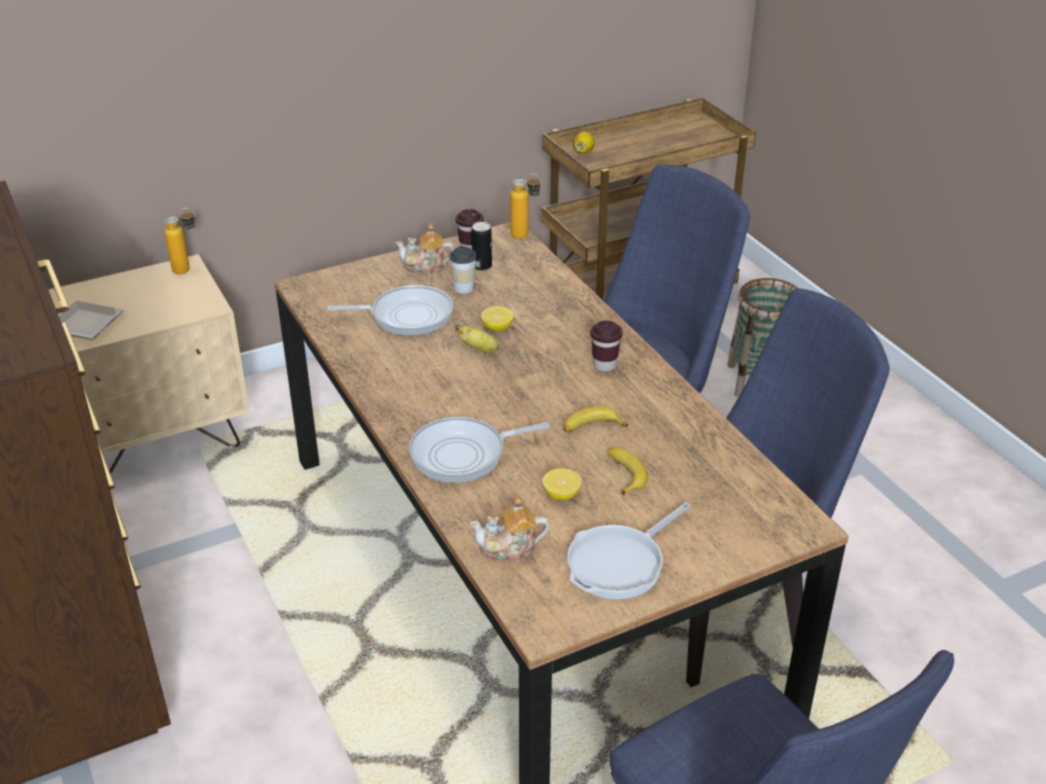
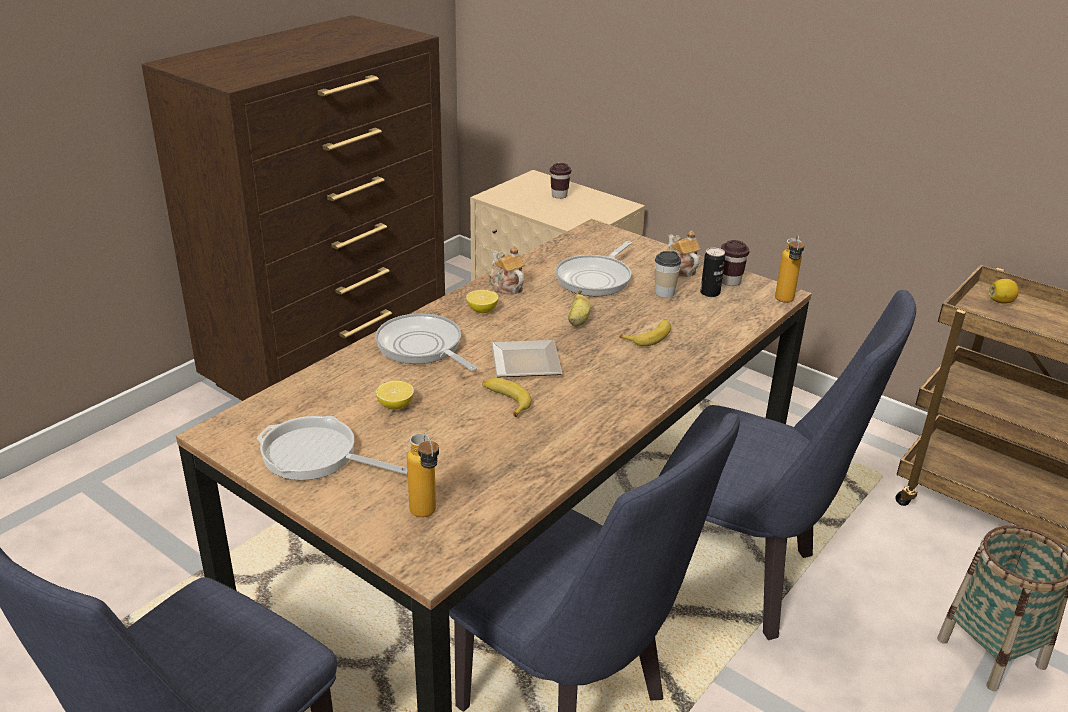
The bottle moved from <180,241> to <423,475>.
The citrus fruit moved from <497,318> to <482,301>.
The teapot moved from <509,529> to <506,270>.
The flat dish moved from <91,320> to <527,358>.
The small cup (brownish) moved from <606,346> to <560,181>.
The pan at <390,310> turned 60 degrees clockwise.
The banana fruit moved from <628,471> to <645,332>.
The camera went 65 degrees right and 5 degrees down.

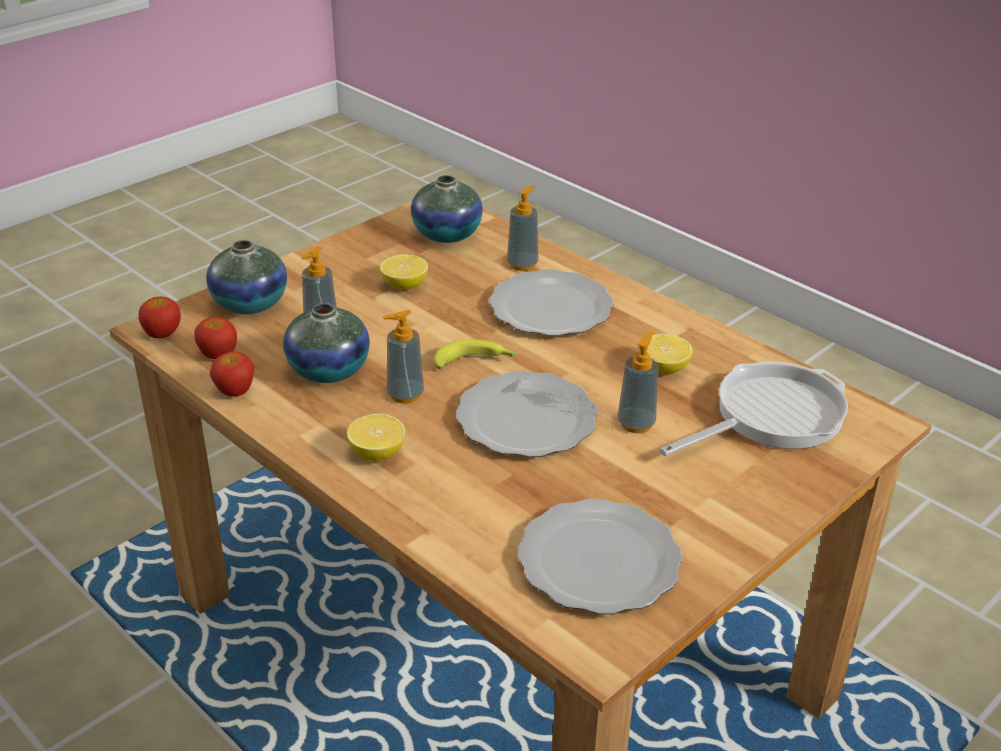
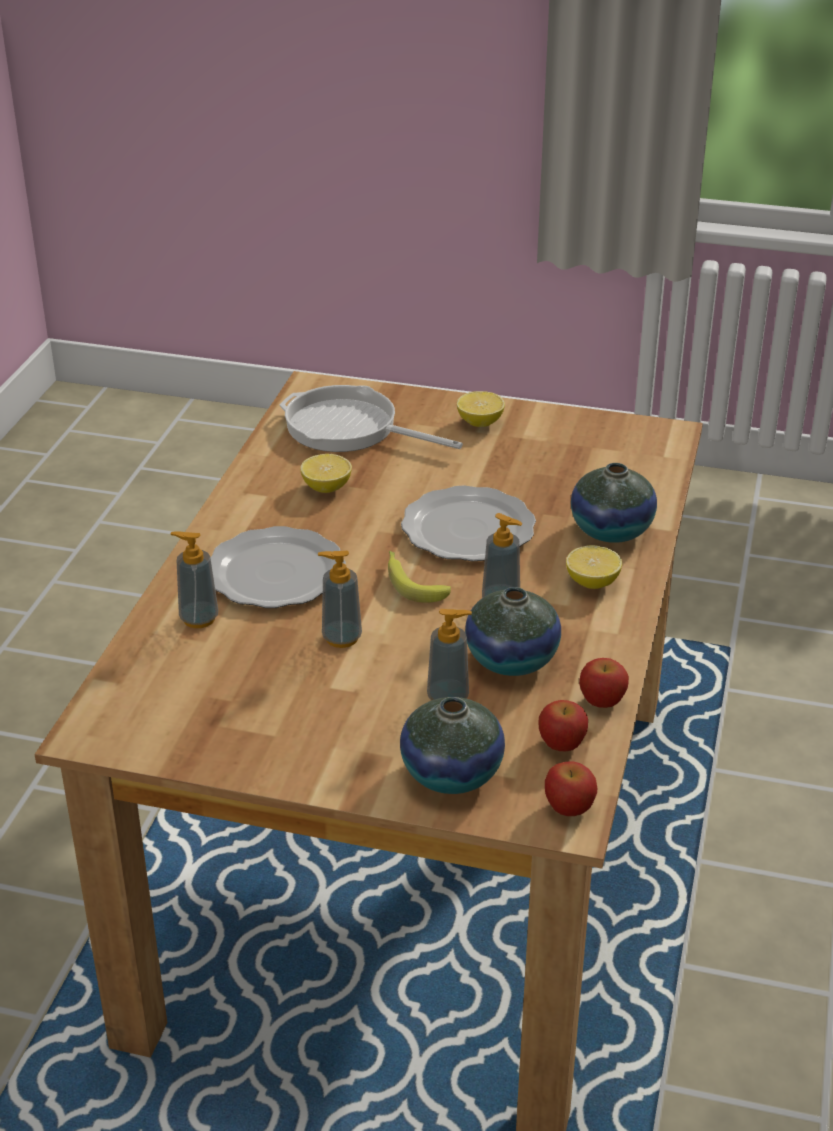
The soap bottle moved from <638,382> to <340,599>.
The citrus fruit moved from <404,272> to <481,409>.
The vase moved from <447,209> to <614,503>.
The flat dish at <600,556> disappeared.
The camera went 120 degrees left and 0 degrees up.

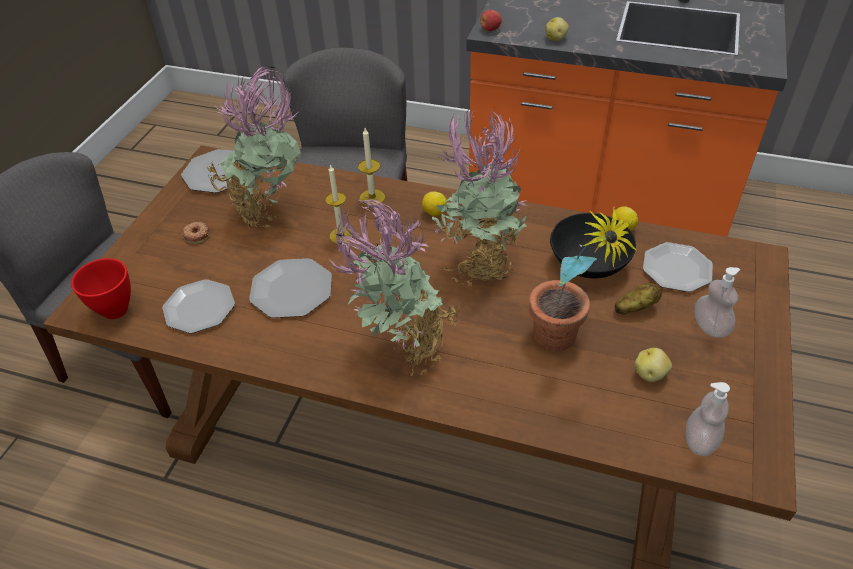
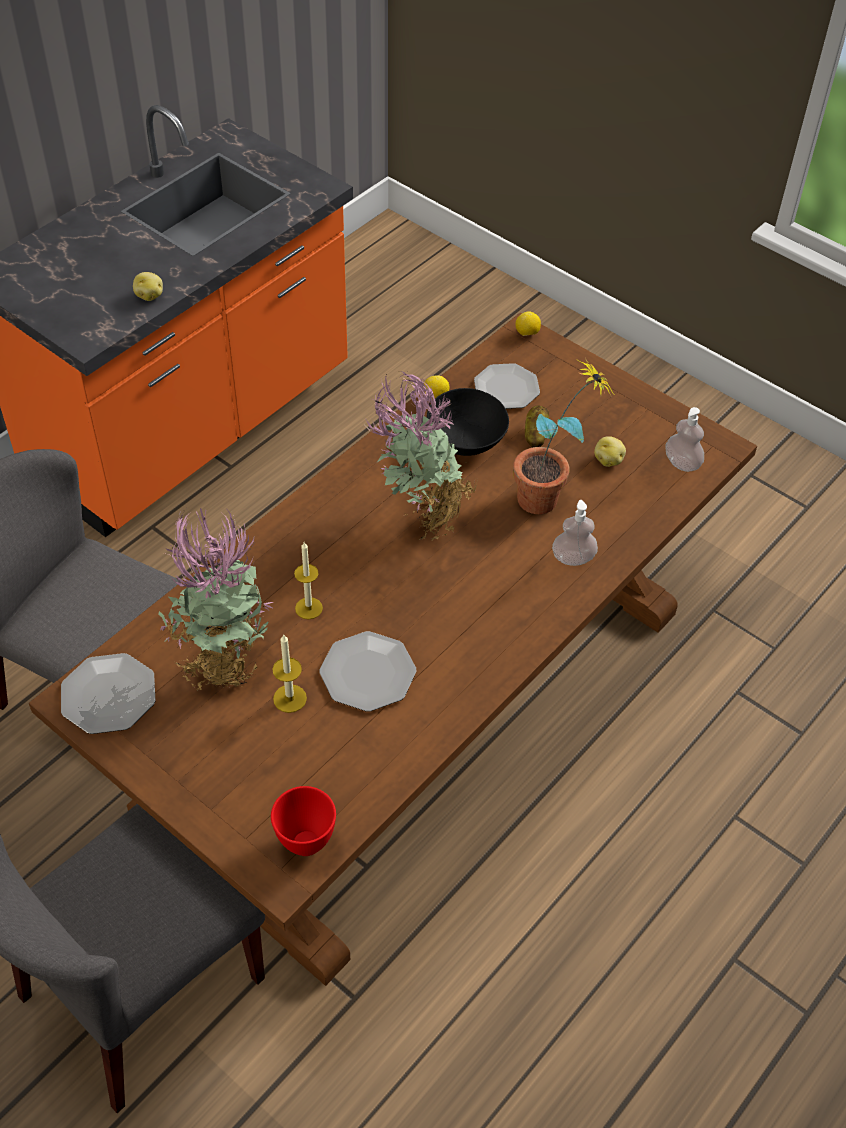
The wax light moved from <371,167> to <289,674>.
The citrus fruit moved from <434,204> to <528,323>.
The soap bottle moved from <717,302> to <575,533>.
The flat dish at <198,306> disappeared.
The donut at <196,233> disappeared.
The plant in a pot at <394,287> disappeared.
The apple fruit at <491,20> disappeared.
The camera went 70 degrees left and 5 degrees up.

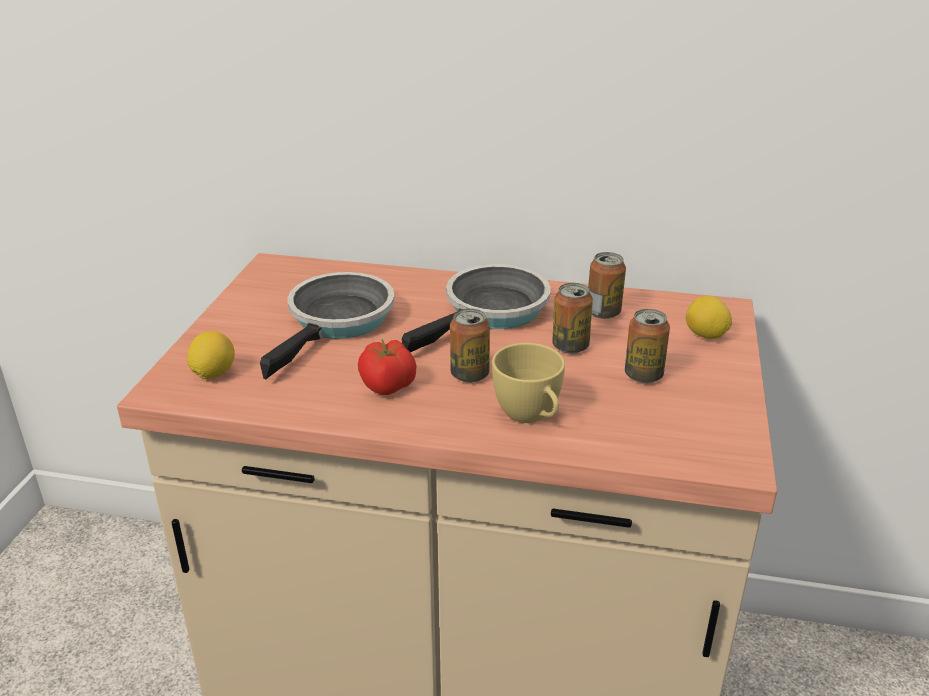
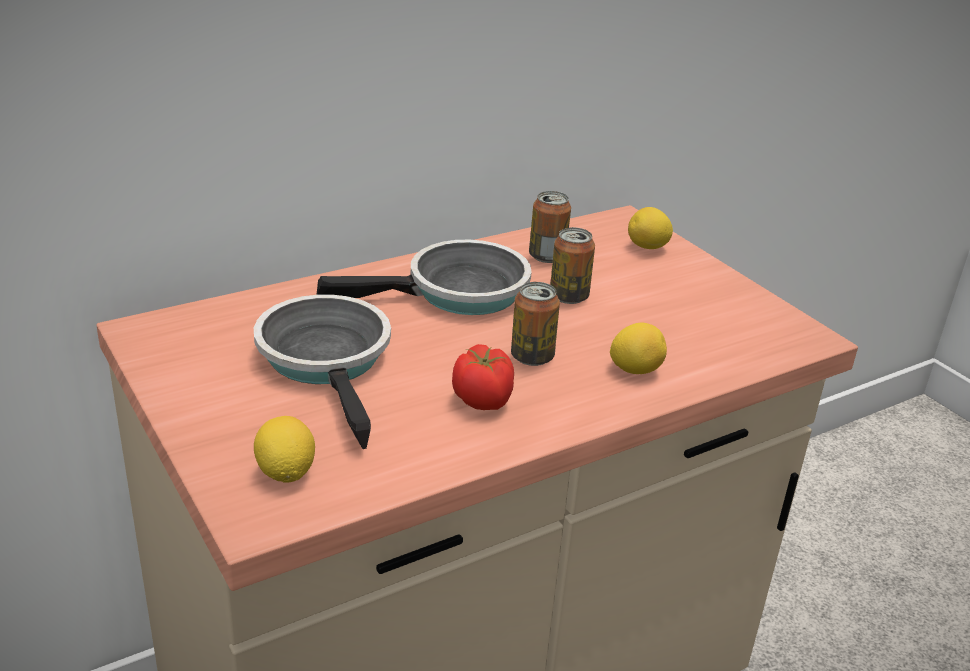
The pan at <476,308> turned 75 degrees clockwise.
The small cup (yellow) at <528,383> was replaced by the citrus fruit at <638,348>.
The sealed can at <647,346> disappeared.
The camera went 45 degrees left and 0 degrees up.

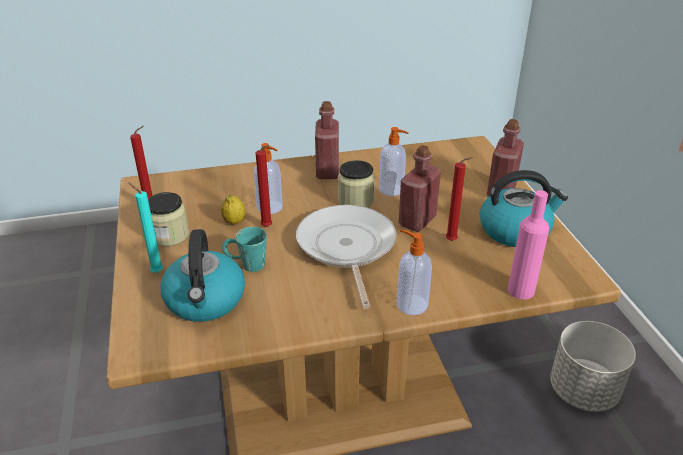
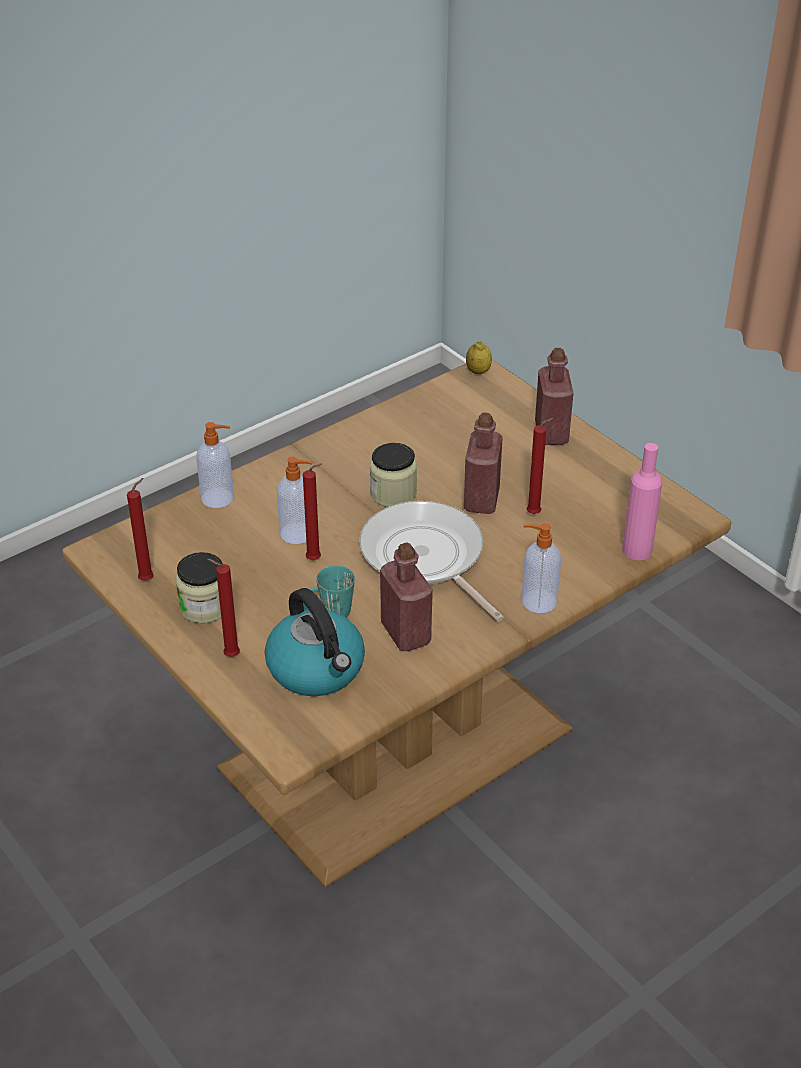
The soap bottle moved from <394,161> to <215,465>.
The wax light (turquoise-coloured) at <145,227> became the wax light (reddish) at <223,608>.
The bottle (reddish) moved from <327,140> to <406,596>.
The citrus fruit moved from <233,209> to <479,357>.
The tea kettle at <524,208> disappeared.
The planter (greyish) at <593,366> disappeared.
The camera went 25 degrees left and 5 degrees up.

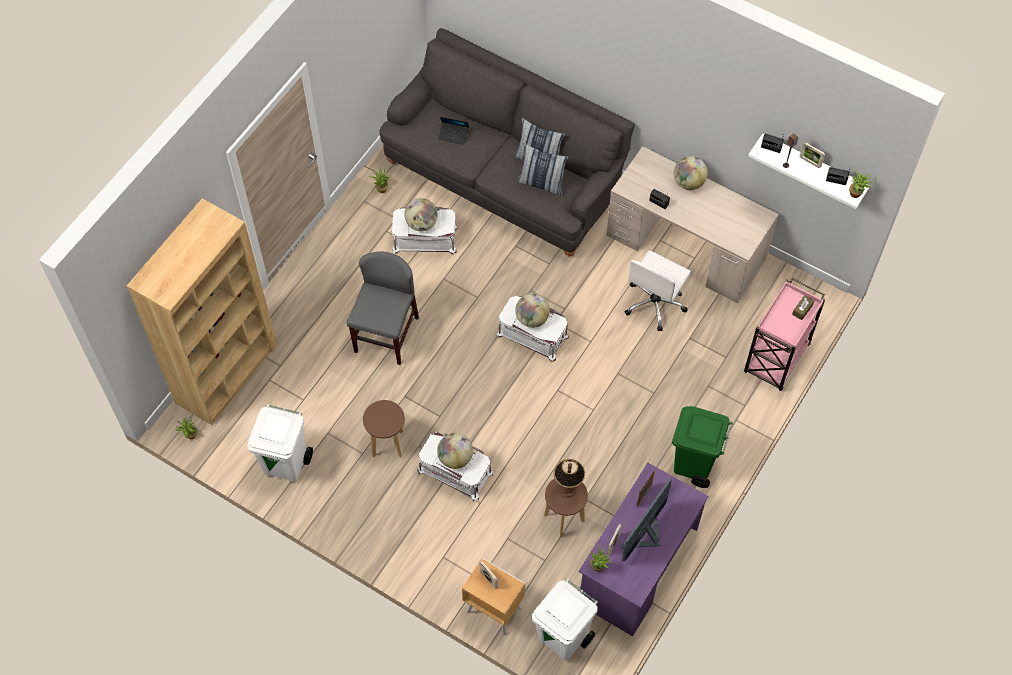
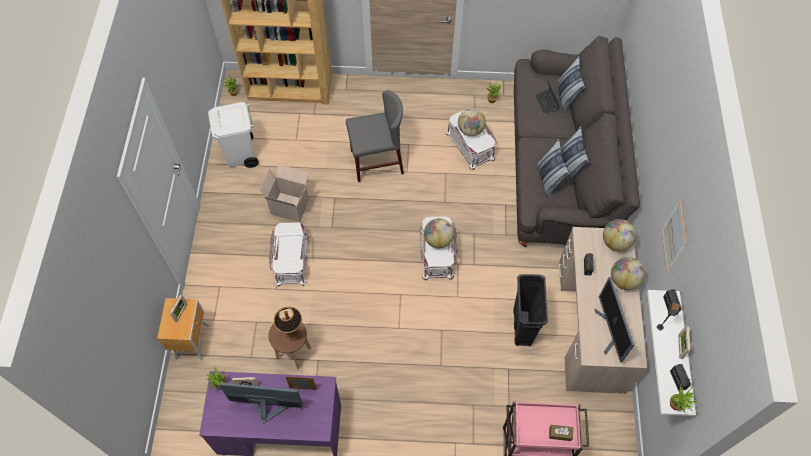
The stool (brownish) at <384,428> was replaced by the cardboard box at <284,193>.
The office chair (whitish) at <658,290> was replaced by the trash can (black-coloured) at <530,310>.
The cushion at <571,84> appeared.
The computer display at <614,319> appeared.
The world globe moved from <455,451> to <619,235>.
The wall art at <674,236> appeared.
The trash can (whitish) at <565,620> disappeared.
The trash can (green) at <702,447> disappeared.
The camera went 60 degrees right and 0 degrees up.

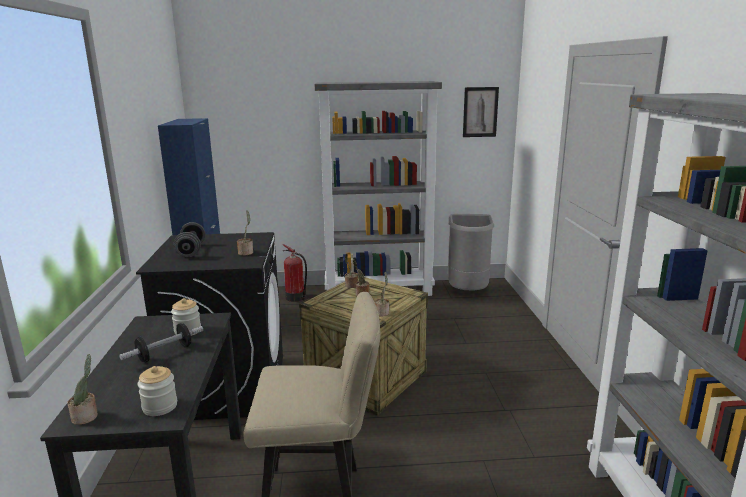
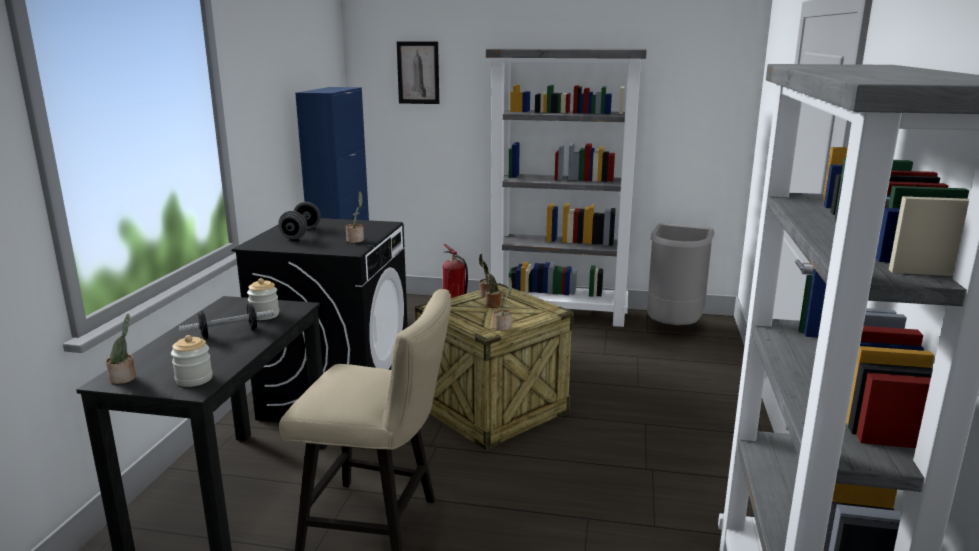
The wall art moved from <481,112> to <418,72>.
The camera went 15 degrees right and 0 degrees up.

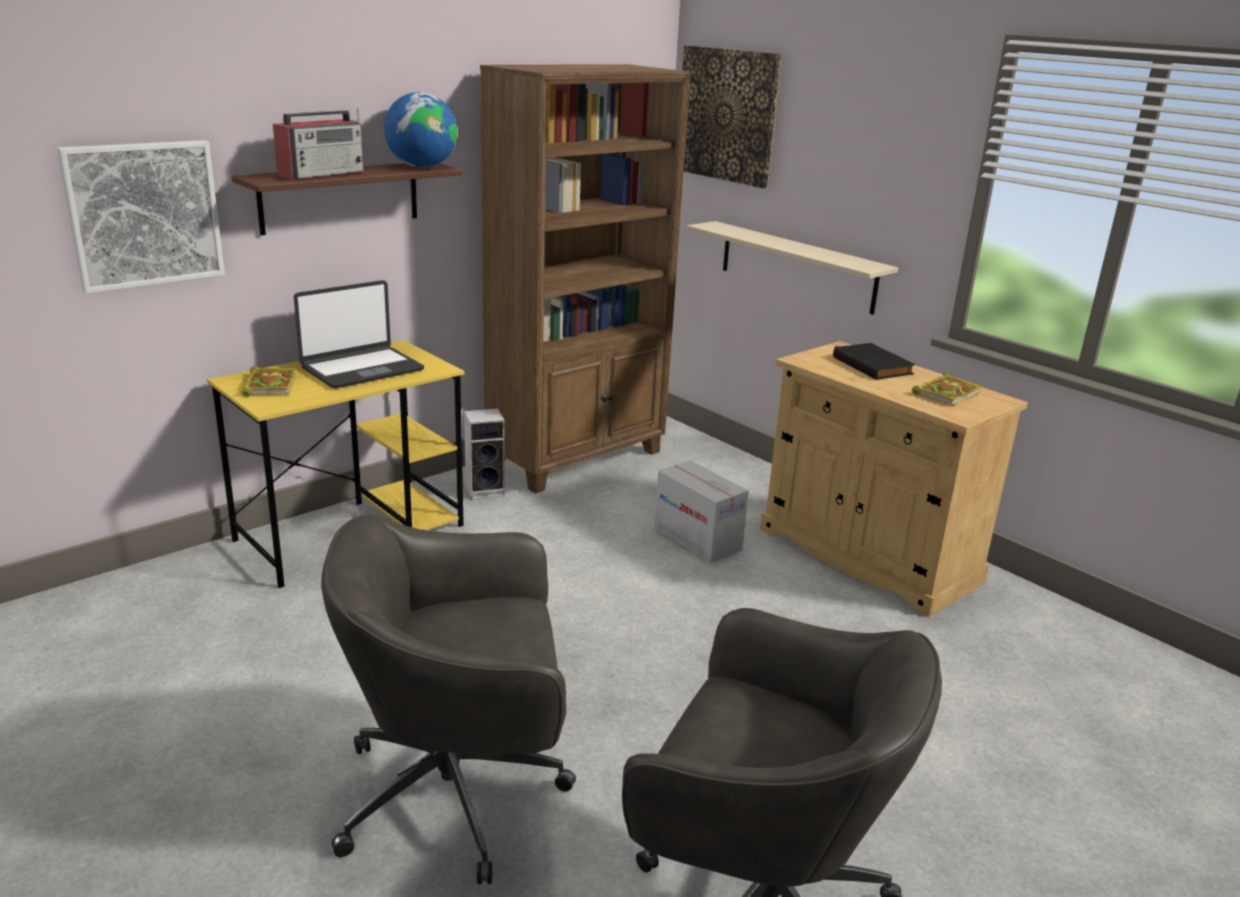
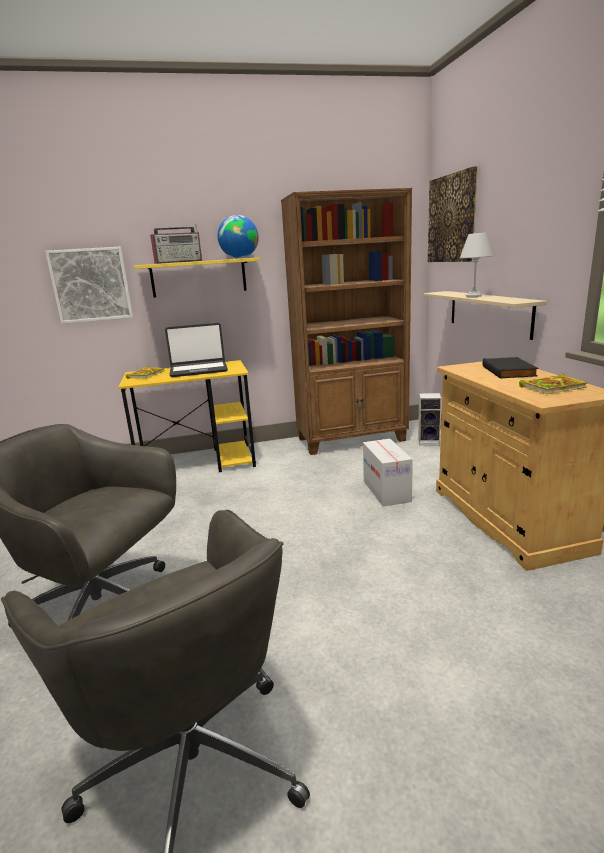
The shelf (brownish) at <347,199> became the shelf (yellow) at <196,278>.
The audio speaker moved from <484,454> to <430,419>.
The tabletop lamp (whitish) at <476,265> appeared.
The camera went 30 degrees right and 5 degrees down.

